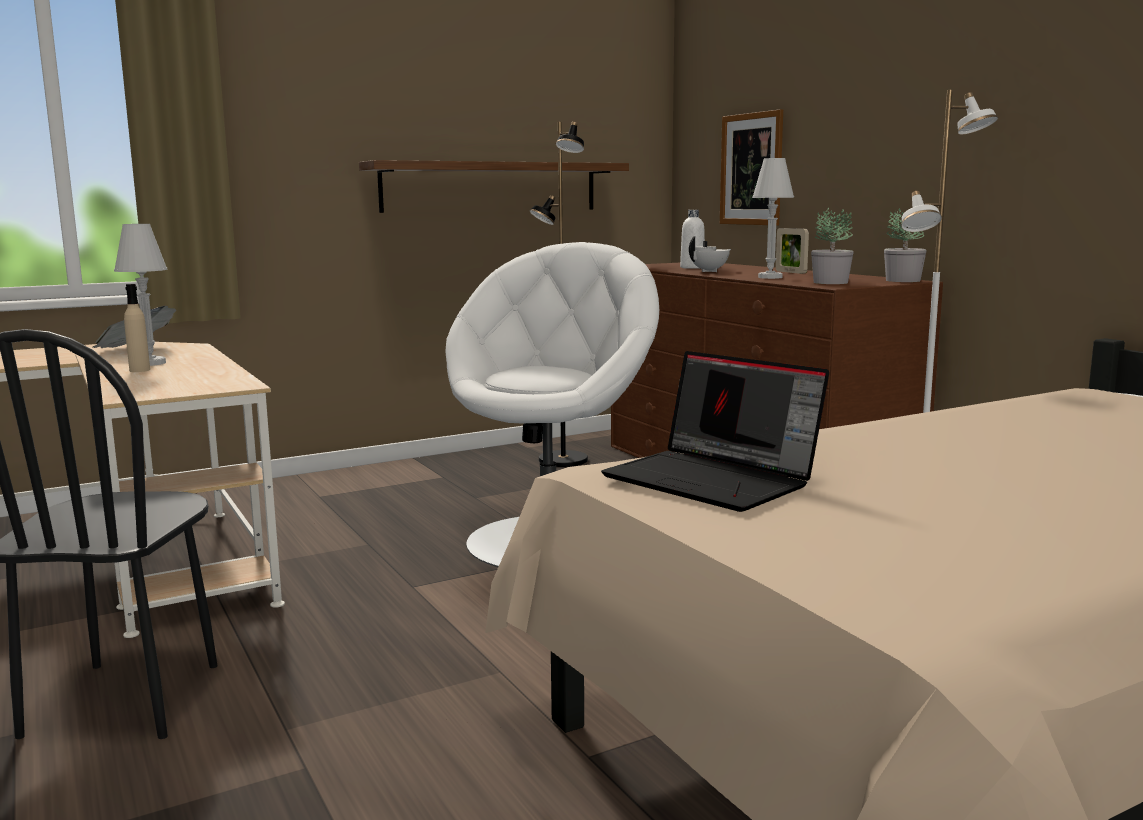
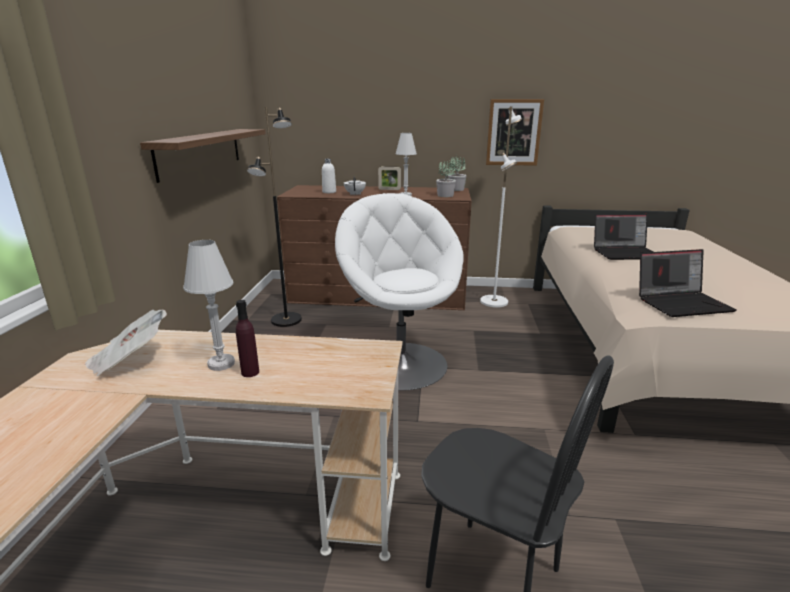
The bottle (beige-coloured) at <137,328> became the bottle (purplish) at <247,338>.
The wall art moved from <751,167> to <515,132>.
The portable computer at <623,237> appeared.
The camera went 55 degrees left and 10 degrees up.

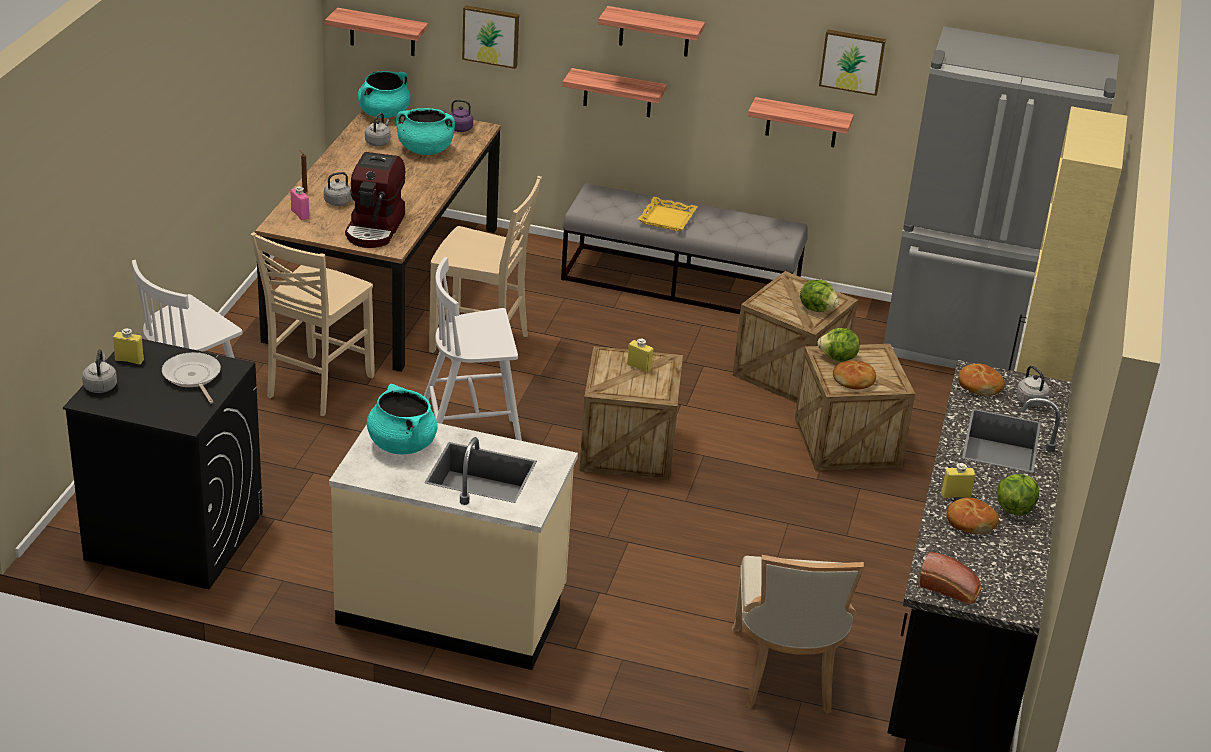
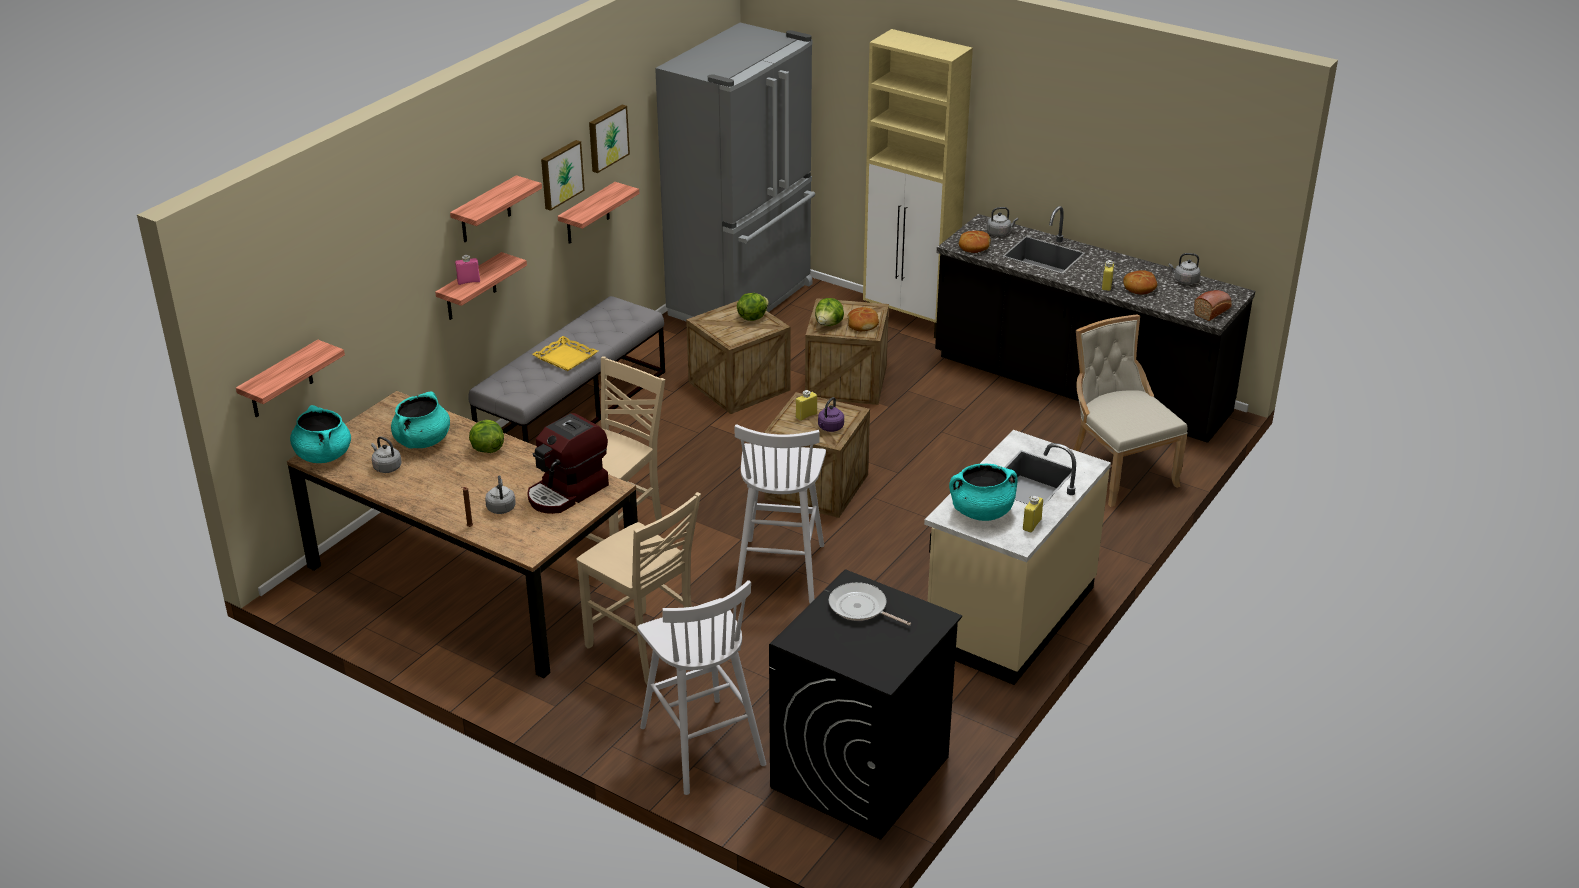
The bottle (pink) moved from <300,203> to <467,270>.
The lettuce head moved from <1018,494> to <486,436>.
The coffee machine at <375,200> turned 105 degrees clockwise.
The wall art moved from <490,37> to <563,175>.
The tea kettle (purplish) moved from <457,116> to <831,414>.
The pan at <191,377> turned 45 degrees clockwise.
The bottle (yellow) moved from <128,346> to <1033,514>.
The chair (beige-coloured) at <798,634> turned 135 degrees counterclockwise.
The tea kettle (greyish) moved from <99,371> to <1185,269>.
The camera went 70 degrees left and 0 degrees up.

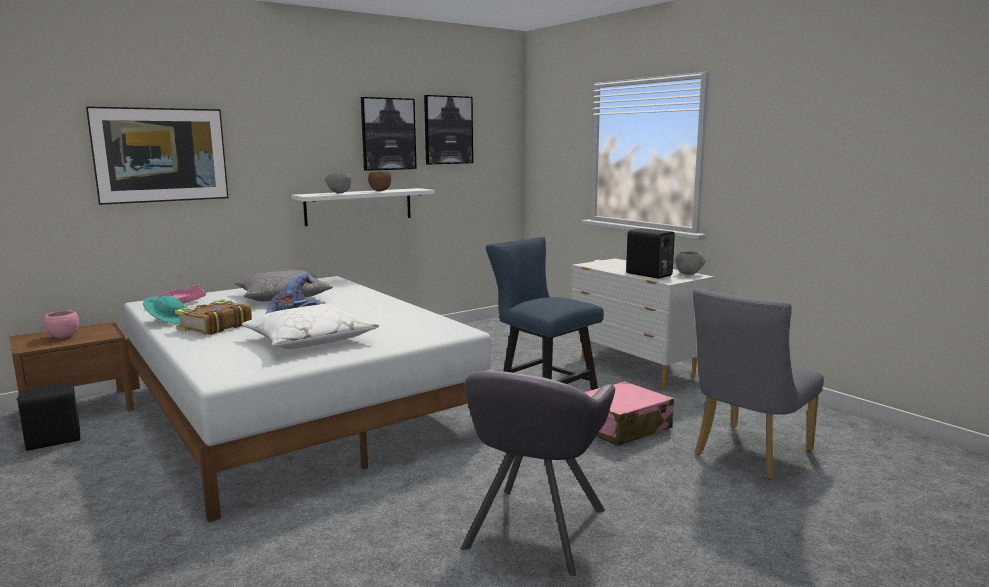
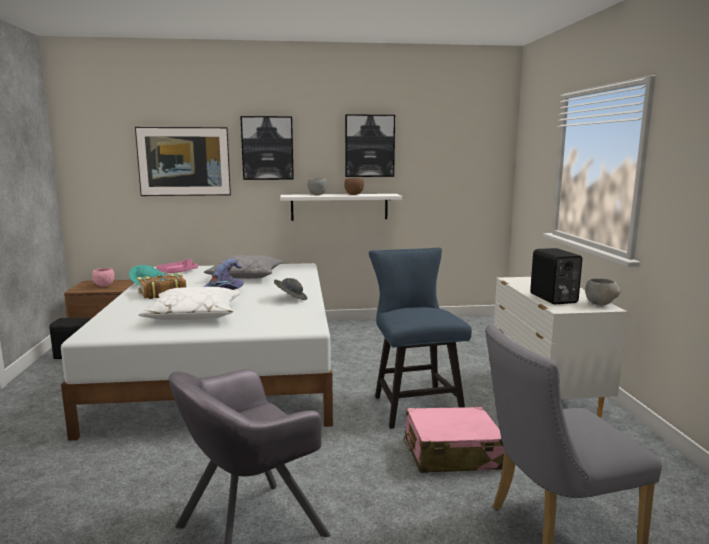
The wall art moved from <448,129> to <267,148>.
The wearable hat (greyish) at <290,289> appeared.
The camera went 30 degrees right and 0 degrees up.

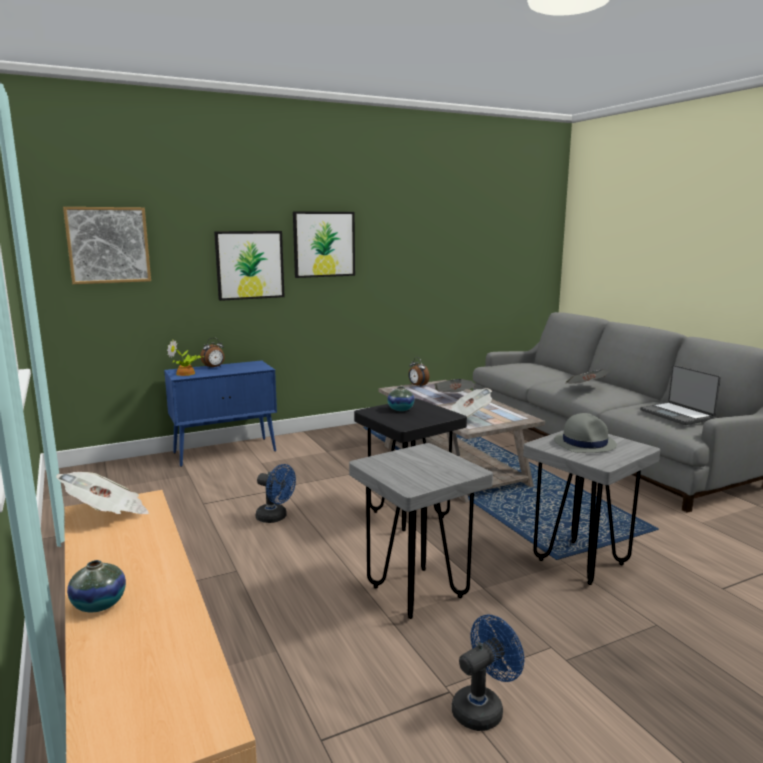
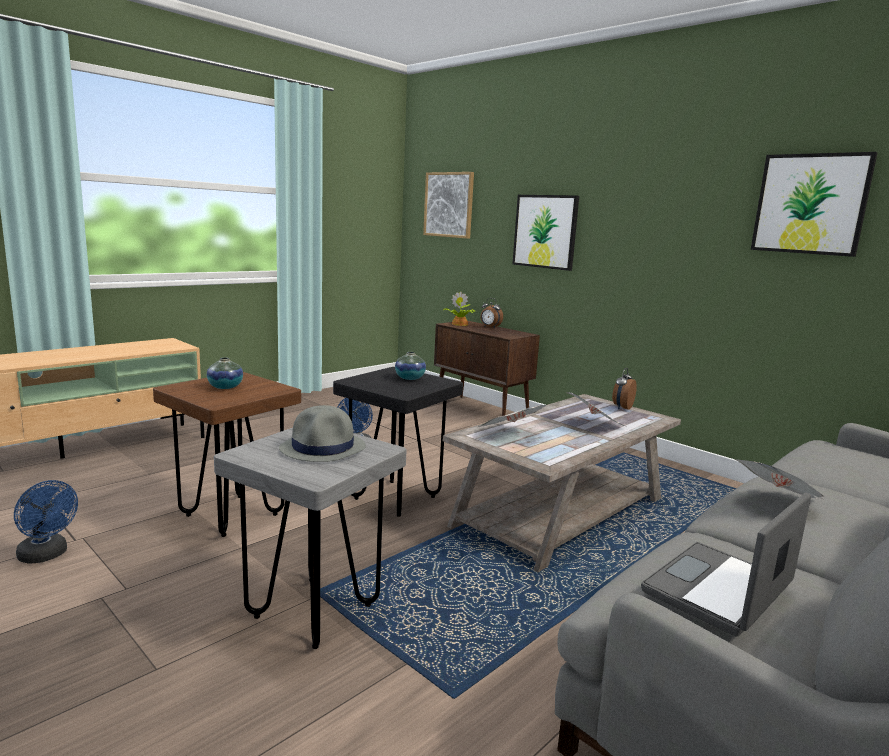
The stool (greyish) at <421,531> became the stool (brownish) at <227,454>.
The vase moved from <96,586> to <225,373>.
The storage cabinet (blue) at <220,413> became the storage cabinet (brownish) at <487,368>.
The wall art moved from <324,244> to <814,204>.
The printed paper at <102,493> disappeared.
The camera went 70 degrees right and 0 degrees up.

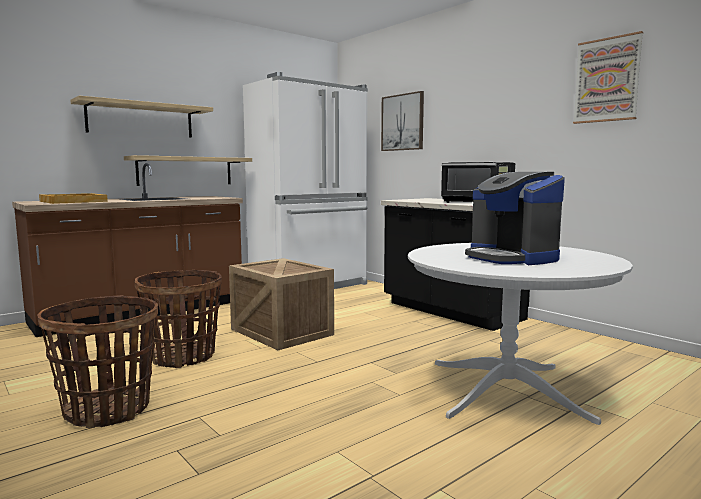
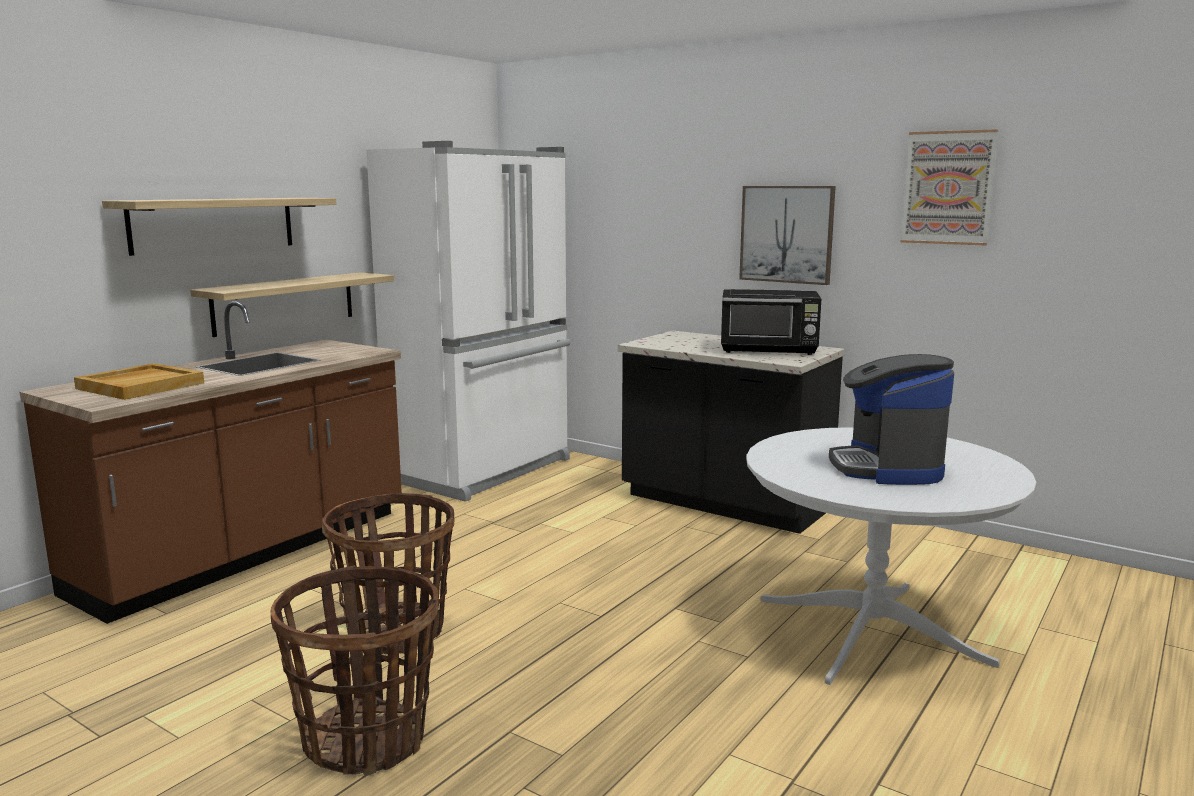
The wall art moved from <402,121> to <787,235>.
The coffee machine at <515,218> turned 45 degrees clockwise.
The packing crate at <281,304> disappeared.
The camera went 15 degrees left and 5 degrees up.

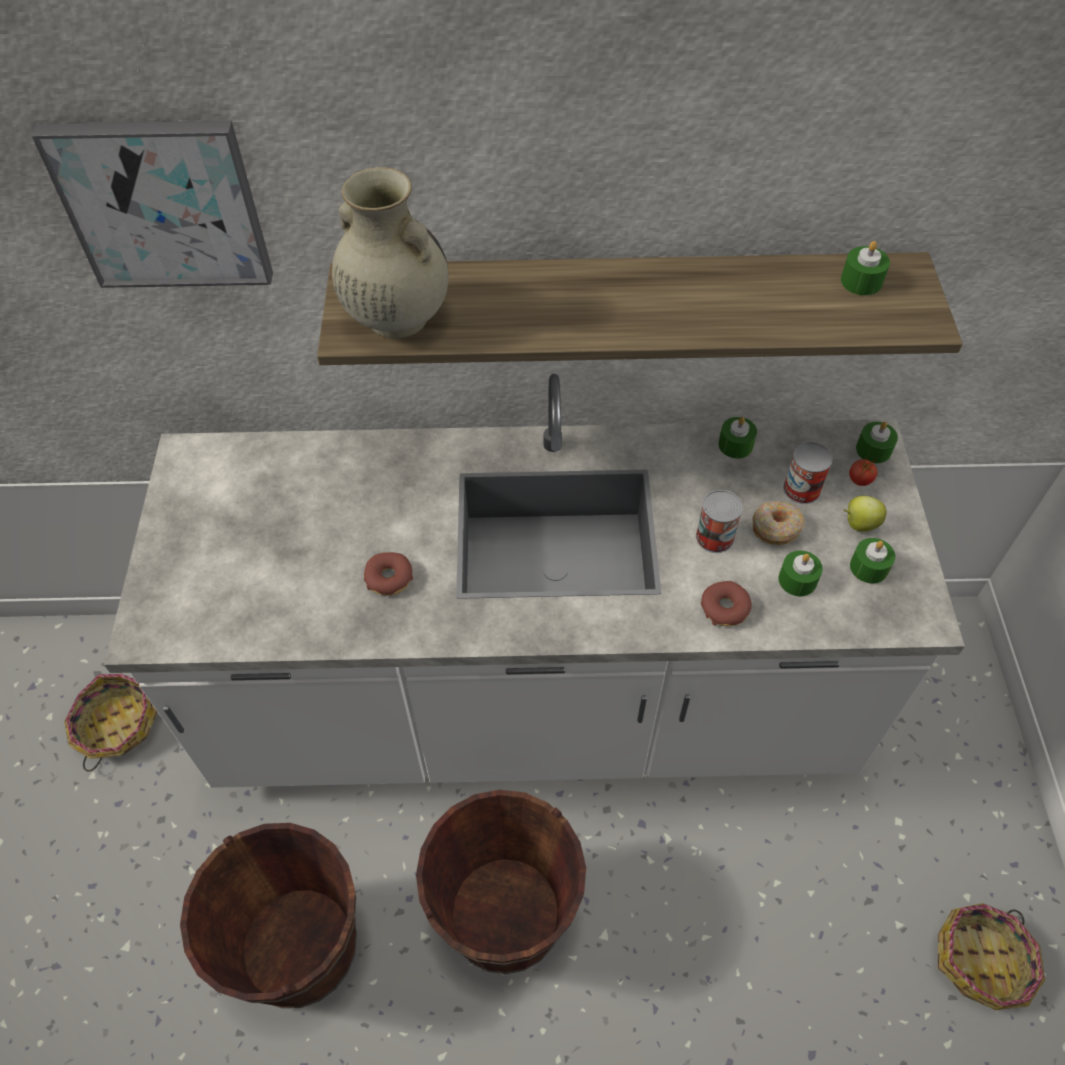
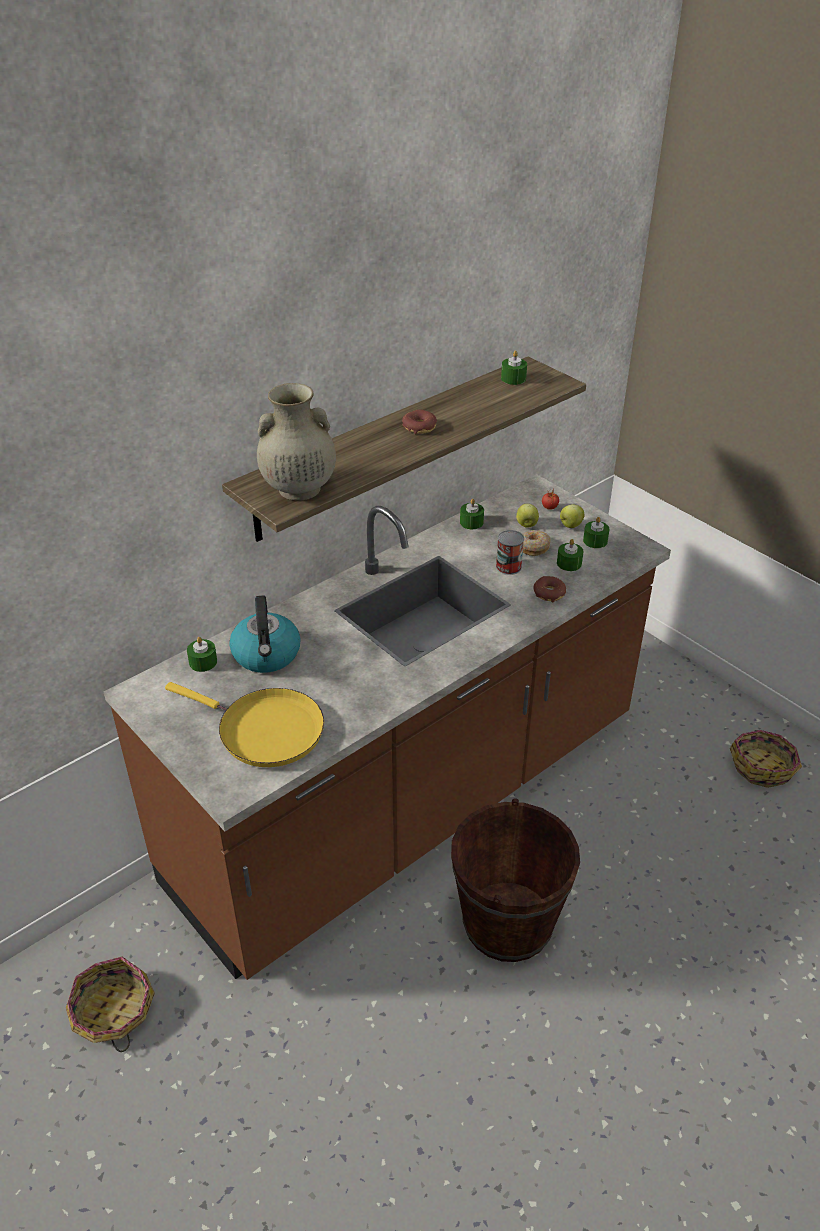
The counter (whitish) at <534,581> became the counter (brownish) at <387,727>.
The pan (yellow) at <244,724> appeared.
The wax light (green) moved from <877,443> to <202,654>.
The tea kettle at <265,634> appeared.
The donut moved from <388,574> to <419,422>.
The sealed can at <808,473> was replaced by the apple fruit at <527,516>.
The wall art at <152,204> disappeared.
The bucket (brownish) at <268,915> disappeared.
The camera went 40 degrees left and 15 degrees down.

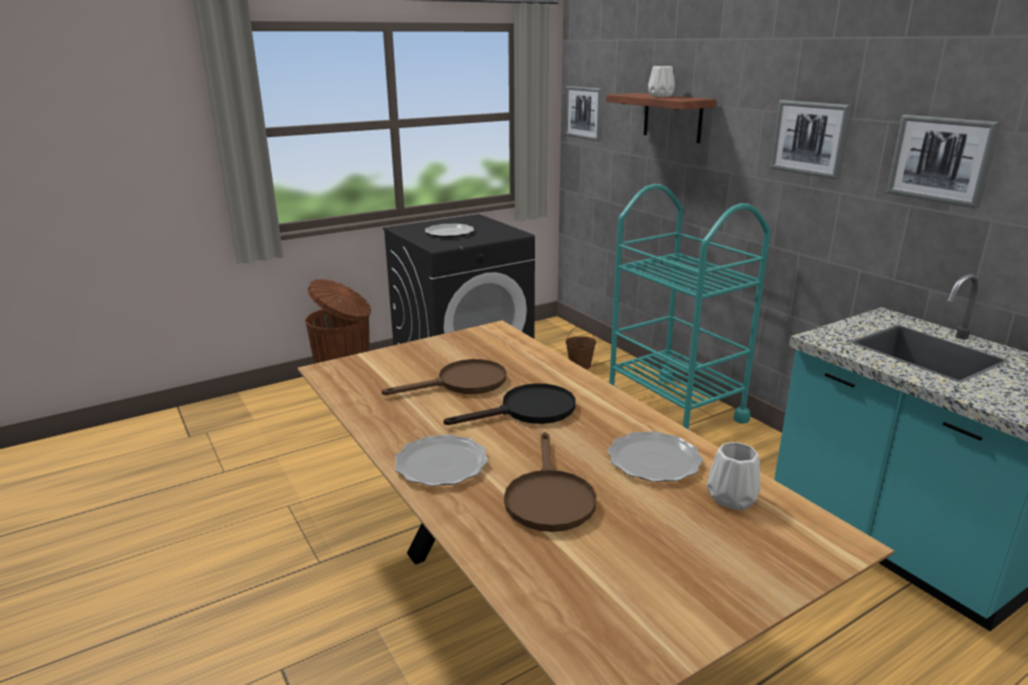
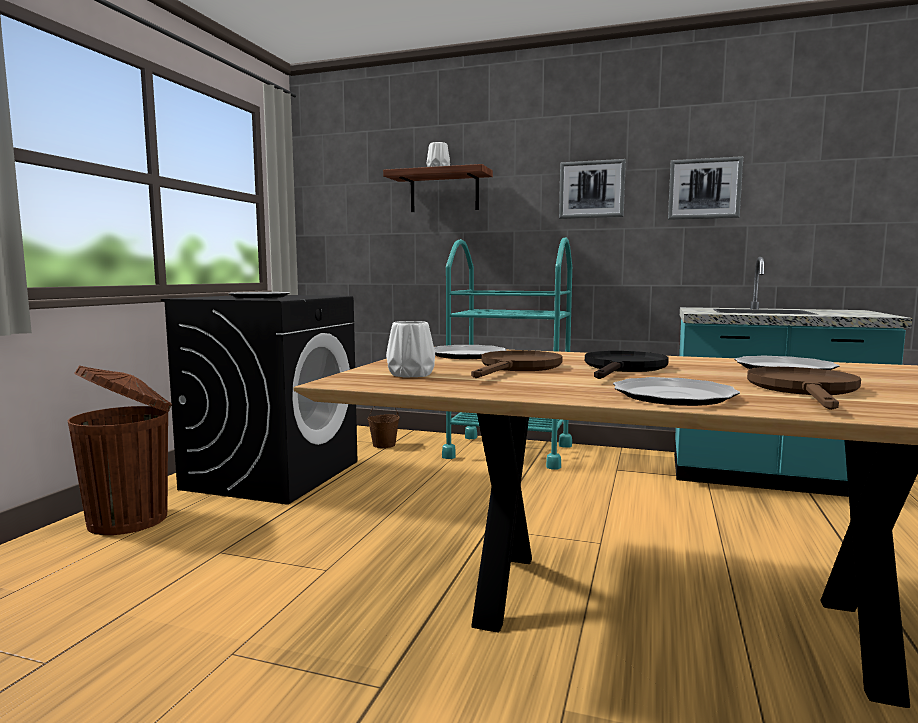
The vase (whitish) moved from <733,476> to <410,349>.
The flat dish at <470,352> appeared.
The pan (brownish) at <550,482> turned 120 degrees counterclockwise.
The wall art at <584,113> disappeared.
The camera went 40 degrees left and 15 degrees down.

